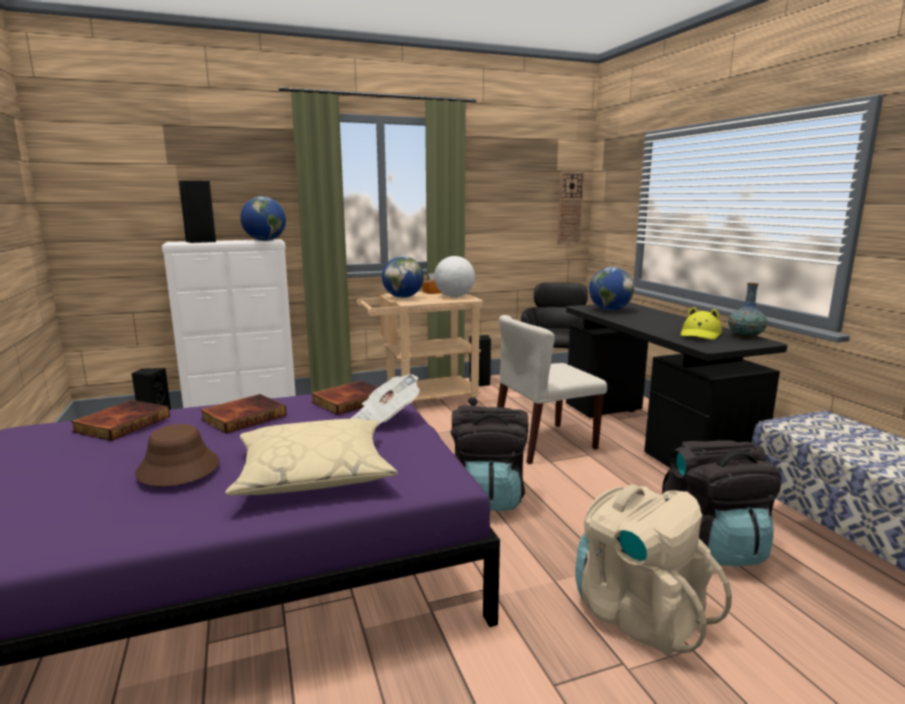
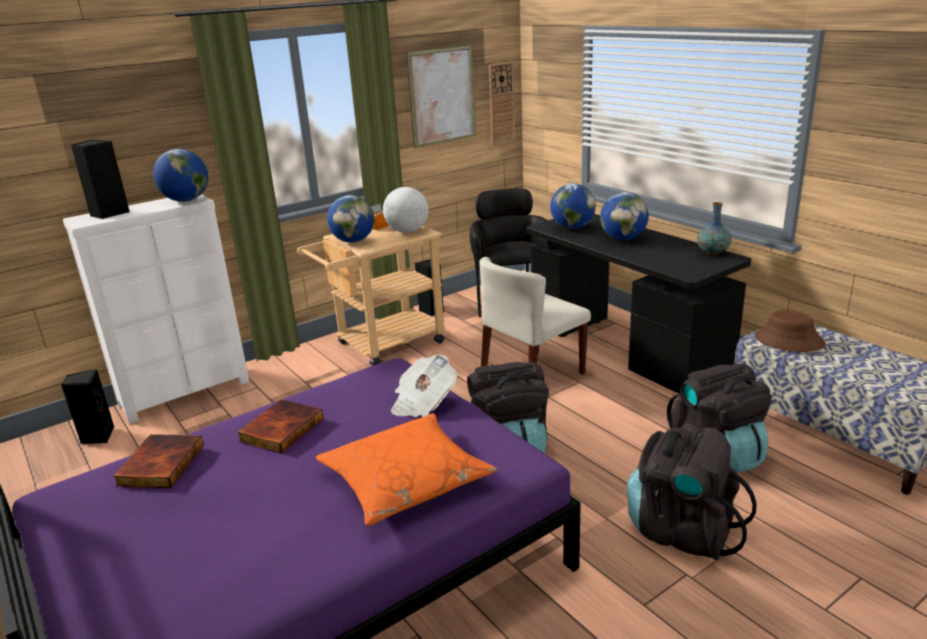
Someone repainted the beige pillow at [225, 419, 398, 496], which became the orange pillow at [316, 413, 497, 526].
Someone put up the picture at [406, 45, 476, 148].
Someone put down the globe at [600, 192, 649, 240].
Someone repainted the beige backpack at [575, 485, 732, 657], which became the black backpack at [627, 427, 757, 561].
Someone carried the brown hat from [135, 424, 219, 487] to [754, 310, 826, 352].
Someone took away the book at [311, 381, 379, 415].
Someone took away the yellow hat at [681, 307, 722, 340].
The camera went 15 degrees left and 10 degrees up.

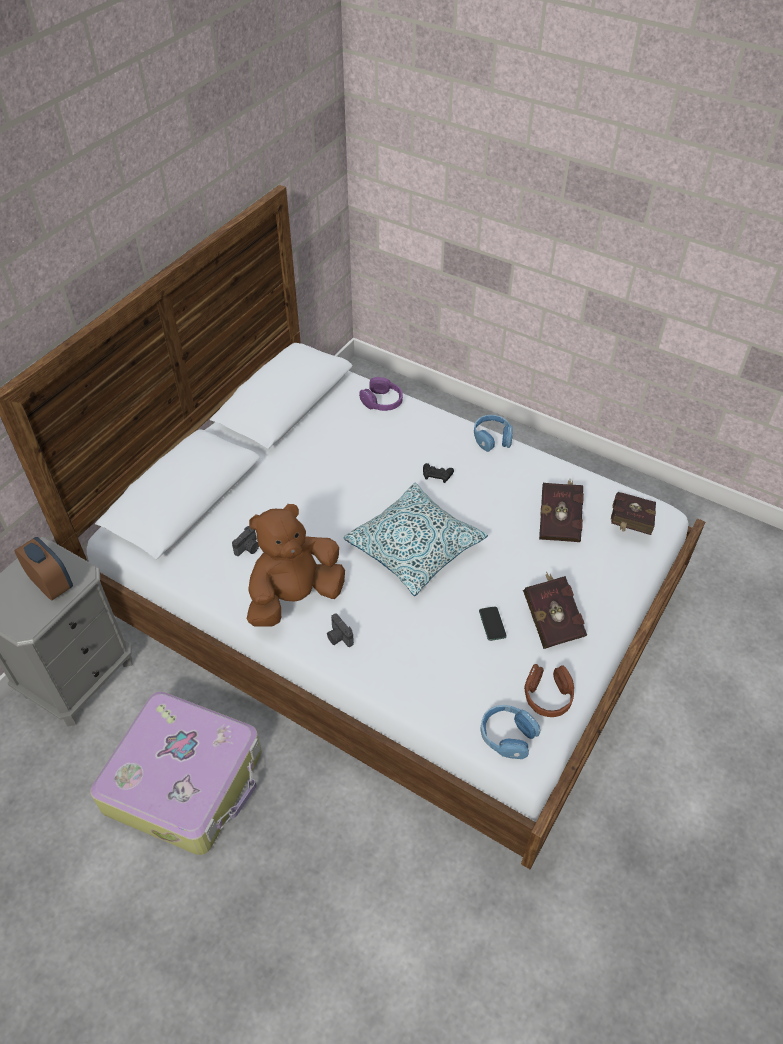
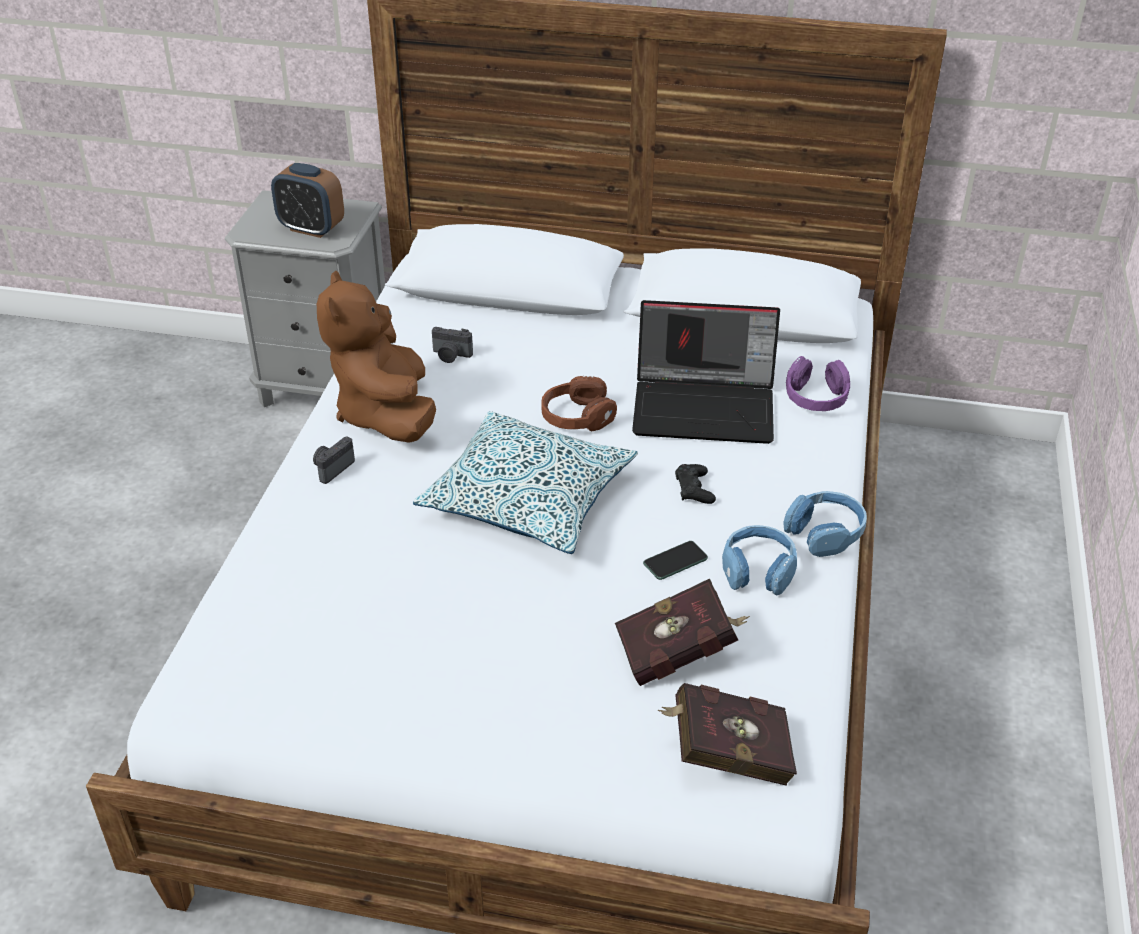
Someone rotated the alarm clock at [14, 537, 73, 600] by 90 degrees clockwise.
Someone rotated the brown plush toy at [247, 504, 345, 627] by 135 degrees counterclockwise.
Someone carried the brown headphones from [524, 664, 574, 717] to [541, 376, 617, 432].
Someone put down the laptop at [632, 300, 780, 444].
Someone carried the phone from [479, 606, 507, 641] to [643, 541, 708, 580].
Someone carried the blue headphones from [481, 705, 540, 759] to [722, 525, 797, 595].
Someone took away the suitcase at [90, 691, 262, 855].
Someone took away the red book at [523, 572, 587, 649].
The camera went 70 degrees right and 10 degrees down.

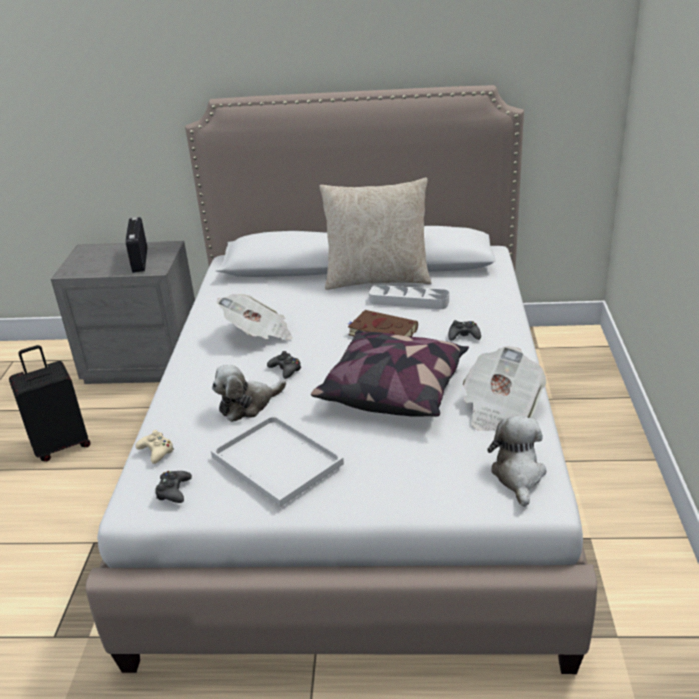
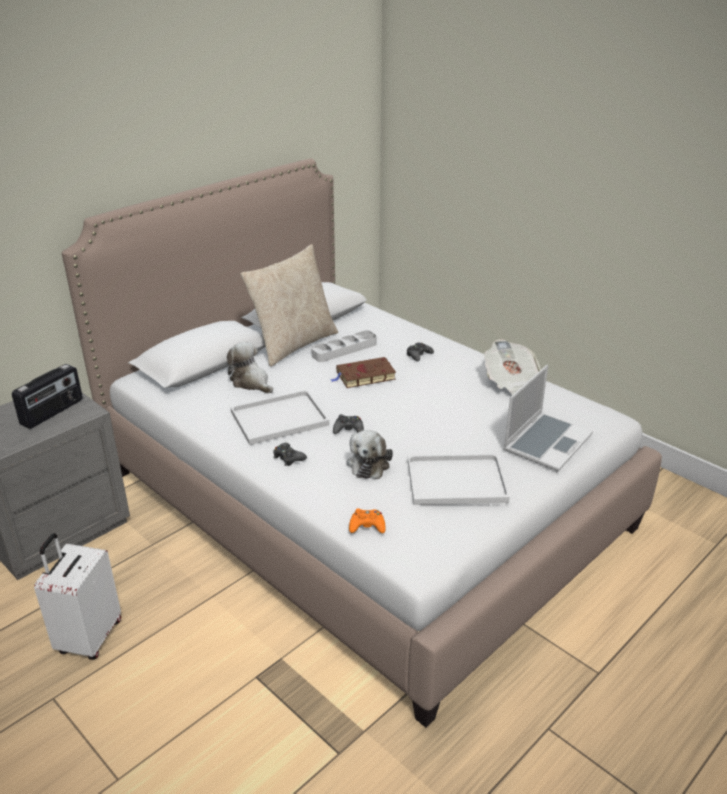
Someone rotated the radio at [125, 217, 147, 273] by 90 degrees counterclockwise.
Someone repainted the black suitcase at [9, 345, 91, 461], which became the white suitcase at [34, 533, 121, 660].
Someone carried the plush toy from [487, 416, 546, 507] to [227, 342, 273, 393].
Someone swapped the newspaper at [217, 294, 292, 339] for the white tray at [231, 390, 329, 445].
Someone carried the black game controller from [155, 471, 192, 503] to [273, 443, 307, 466].
Someone repainted the beige game controller at [135, 430, 174, 464], which became the orange game controller at [349, 508, 386, 533].
Someone put down the laptop at [504, 365, 593, 472].
Someone took away the pillow at [311, 330, 469, 417].
The camera went 50 degrees left and 0 degrees up.

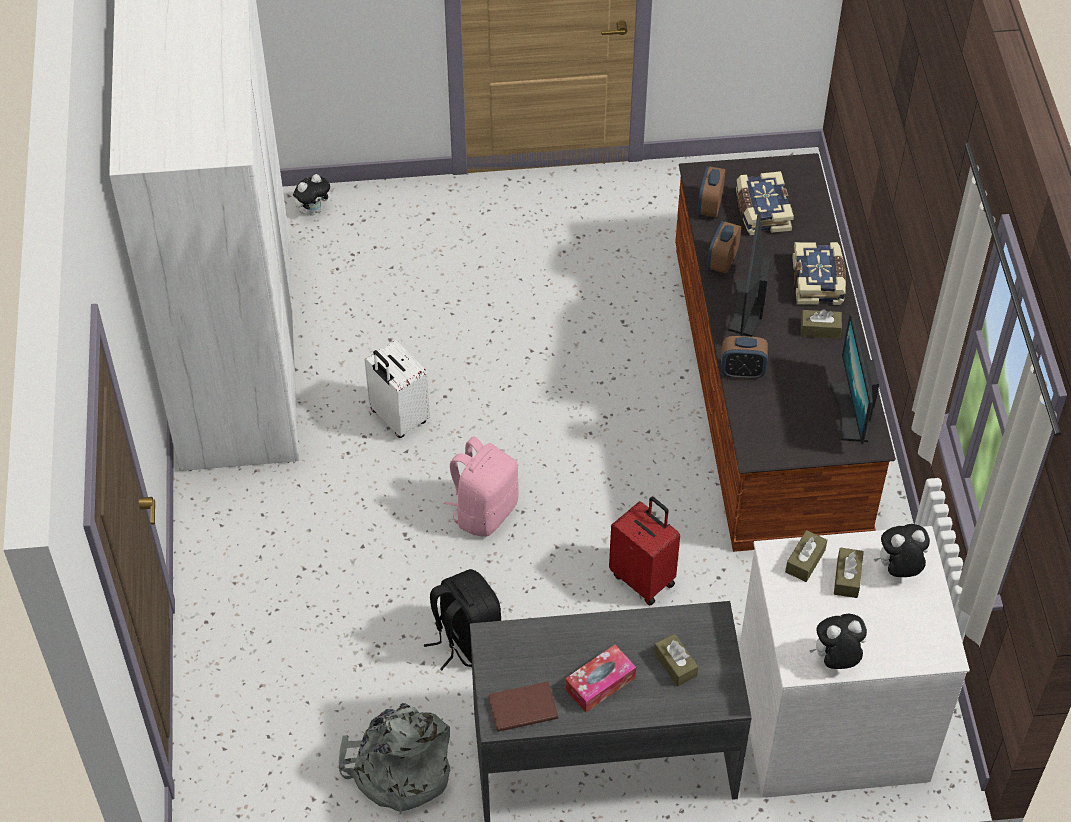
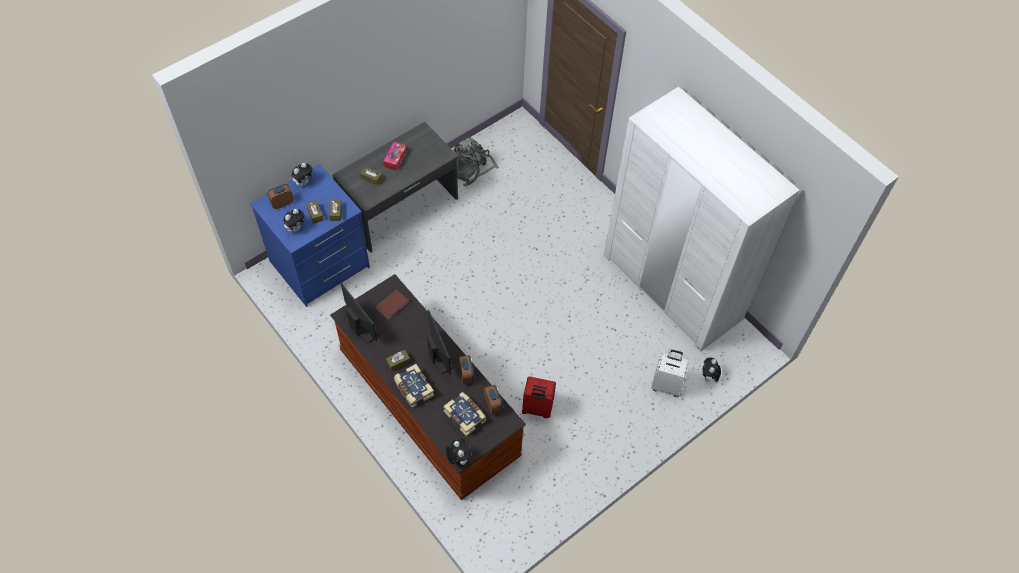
Someone repainted the white dresser at [739, 526, 970, 798], which became the blue dresser at [250, 164, 370, 307].
Someone carried the alarm clock from [721, 336, 768, 379] to [267, 184, 294, 209].
Someone carried the brown book from [488, 681, 558, 732] to [376, 290, 409, 319].
Someone put down the plush toy at [446, 438, 471, 465].
Someone carried the red suitcase from [609, 497, 680, 605] to [522, 376, 556, 418].
Someone carried the white suitcase from [364, 340, 430, 438] to [651, 350, 689, 397].
Someone took away the black backpack at [424, 569, 501, 670].
Someone took away the pink backpack at [444, 436, 519, 537].
The camera went 145 degrees right and 5 degrees up.

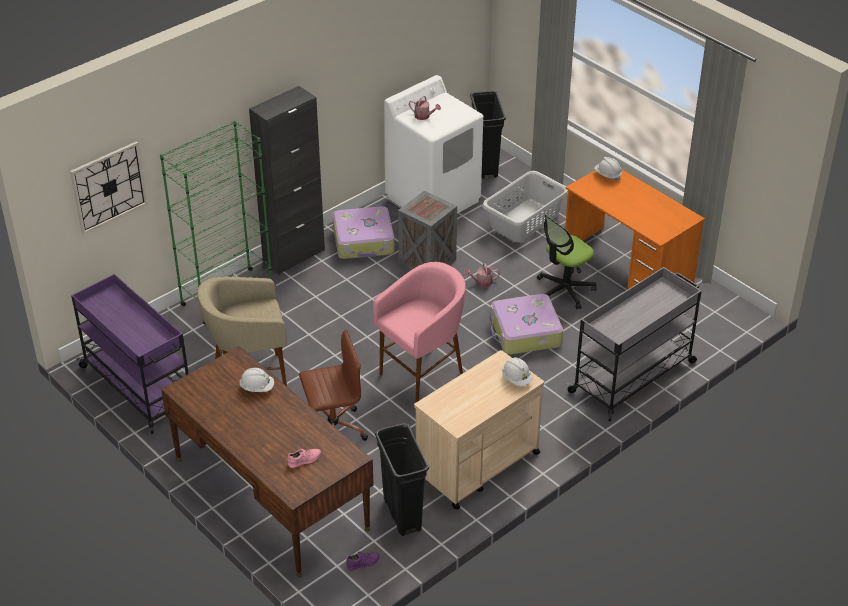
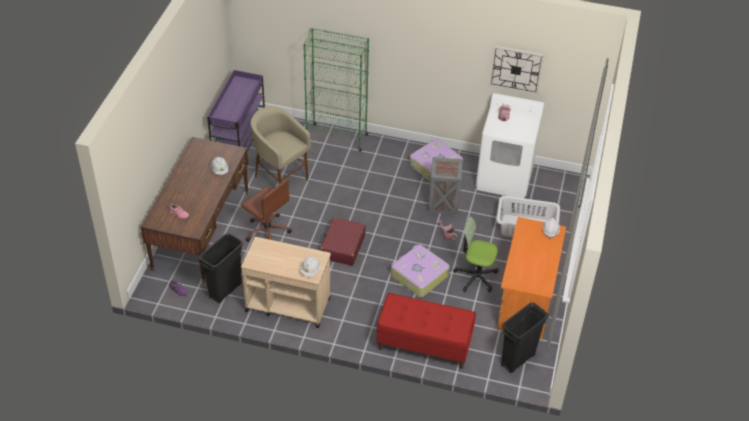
Someone swapped the pink stool at [373, 262, 465, 403] for the red suitcase at [320, 218, 366, 266].
Someone swapped the grey cart at [566, 267, 701, 421] for the red bench at [376, 293, 476, 369].
Someone carried the wall clock from [70, 141, 148, 235] to [489, 46, 544, 95].
Someone carried the black trash can from [470, 91, 506, 179] to [501, 302, 549, 373].
Someone took away the black cabinet at [249, 86, 325, 275].
The camera went 55 degrees right and 5 degrees up.

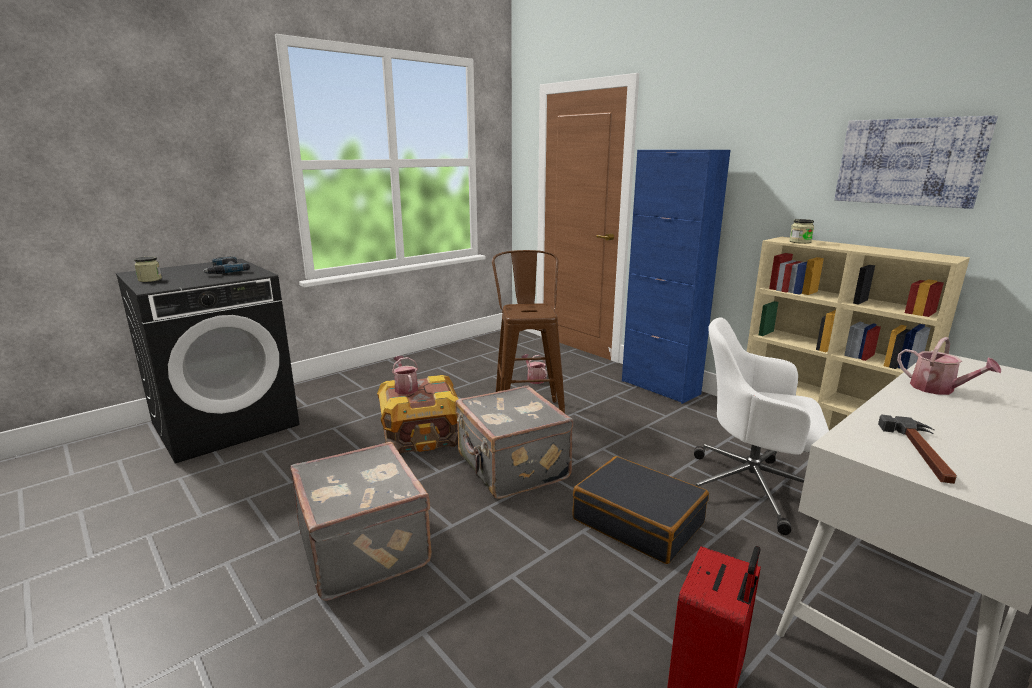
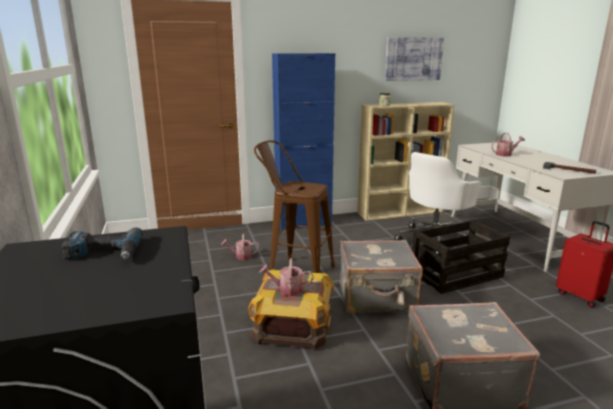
Someone swapped the black suitcase at [572, 456, 709, 564] for the crate at [412, 220, 510, 294].
Someone took away the jar at [134, 257, 162, 282].
The camera went 65 degrees left and 0 degrees up.

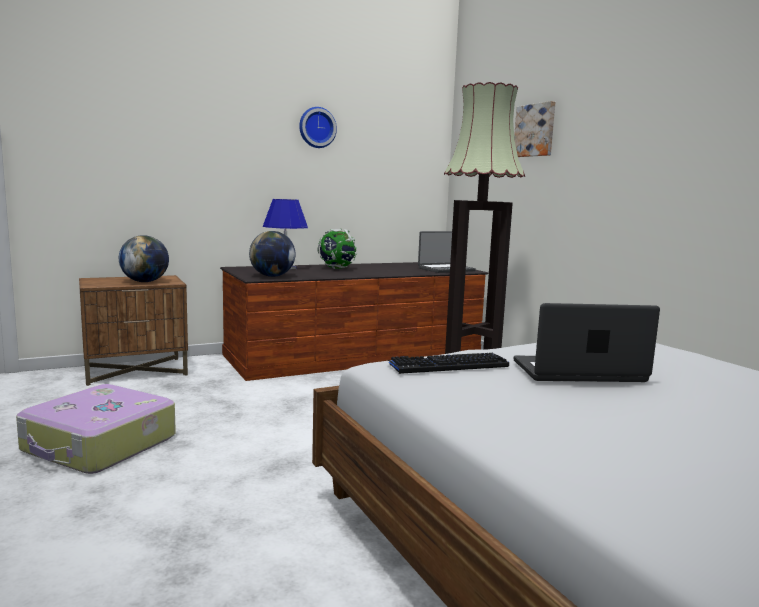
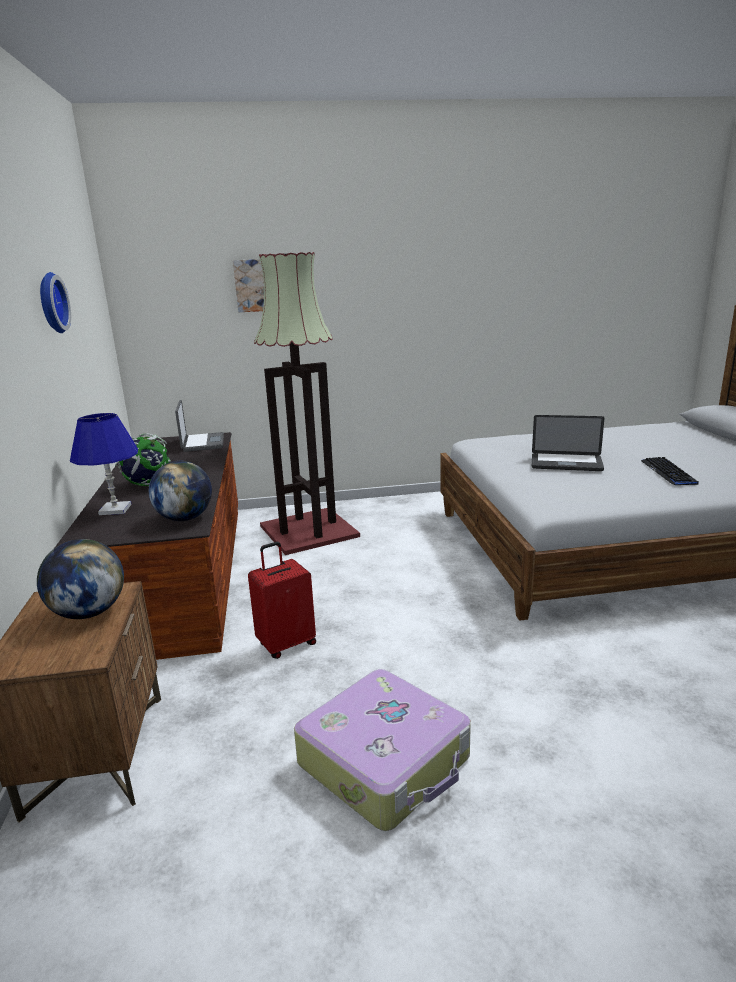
Someone put down the red suitcase at [248, 542, 316, 659].
Someone rotated the laptop at [514, 303, 660, 382] by 90 degrees counterclockwise.
Someone carried the keyboard from [386, 353, 509, 374] to [641, 457, 699, 485].
The camera went 70 degrees left and 10 degrees up.

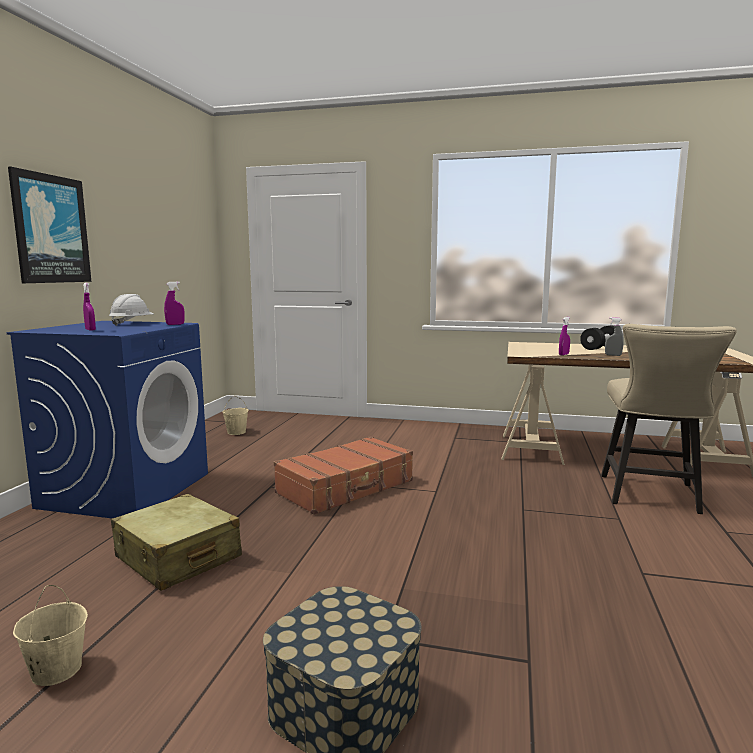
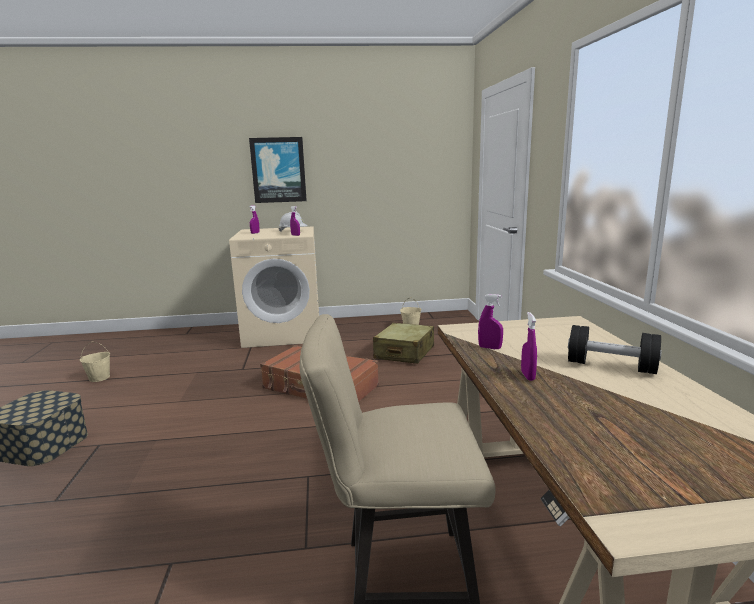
Someone repainted the blue washing machine at [7, 321, 208, 518], which became the beige washing machine at [229, 226, 319, 348].
Someone carried the beige suitcase from [111, 494, 242, 591] to [373, 323, 434, 364].
Someone repainted the grey spray bottle at [605, 317, 624, 356], which became the purple spray bottle at [521, 312, 537, 381].
The camera went 70 degrees right and 5 degrees up.

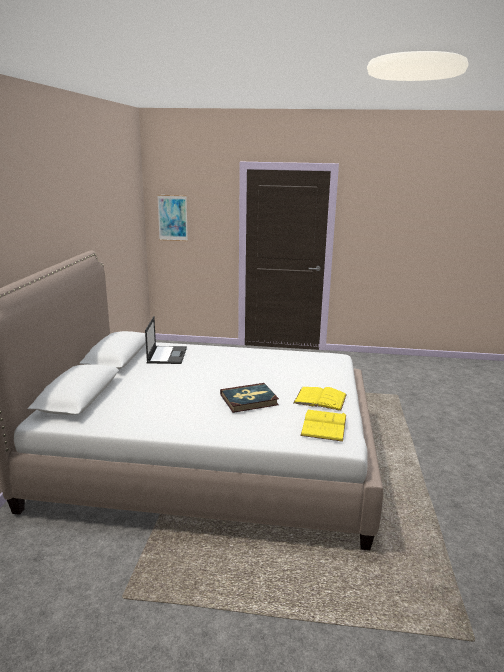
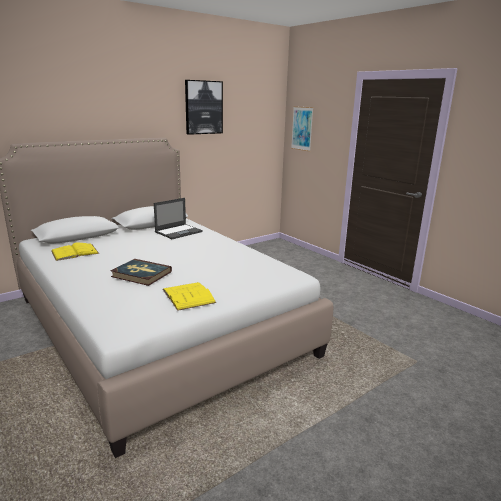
Someone carried the yellow book from [300, 410, 346, 442] to [51, 243, 99, 261].
Someone put up the picture at [185, 80, 223, 135].
The camera went 45 degrees right and 0 degrees up.

